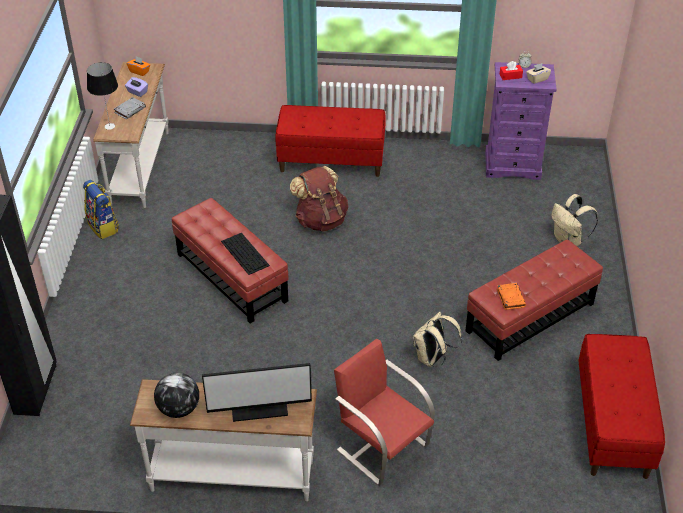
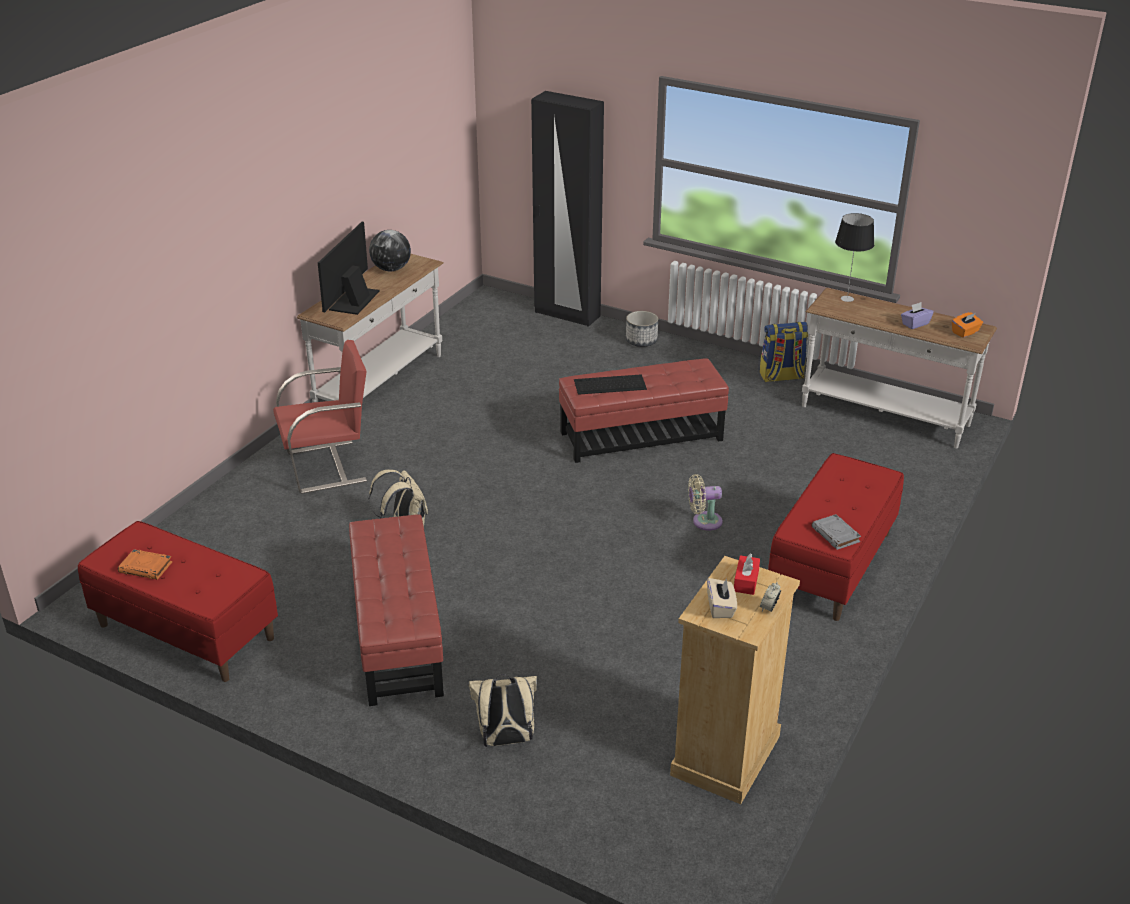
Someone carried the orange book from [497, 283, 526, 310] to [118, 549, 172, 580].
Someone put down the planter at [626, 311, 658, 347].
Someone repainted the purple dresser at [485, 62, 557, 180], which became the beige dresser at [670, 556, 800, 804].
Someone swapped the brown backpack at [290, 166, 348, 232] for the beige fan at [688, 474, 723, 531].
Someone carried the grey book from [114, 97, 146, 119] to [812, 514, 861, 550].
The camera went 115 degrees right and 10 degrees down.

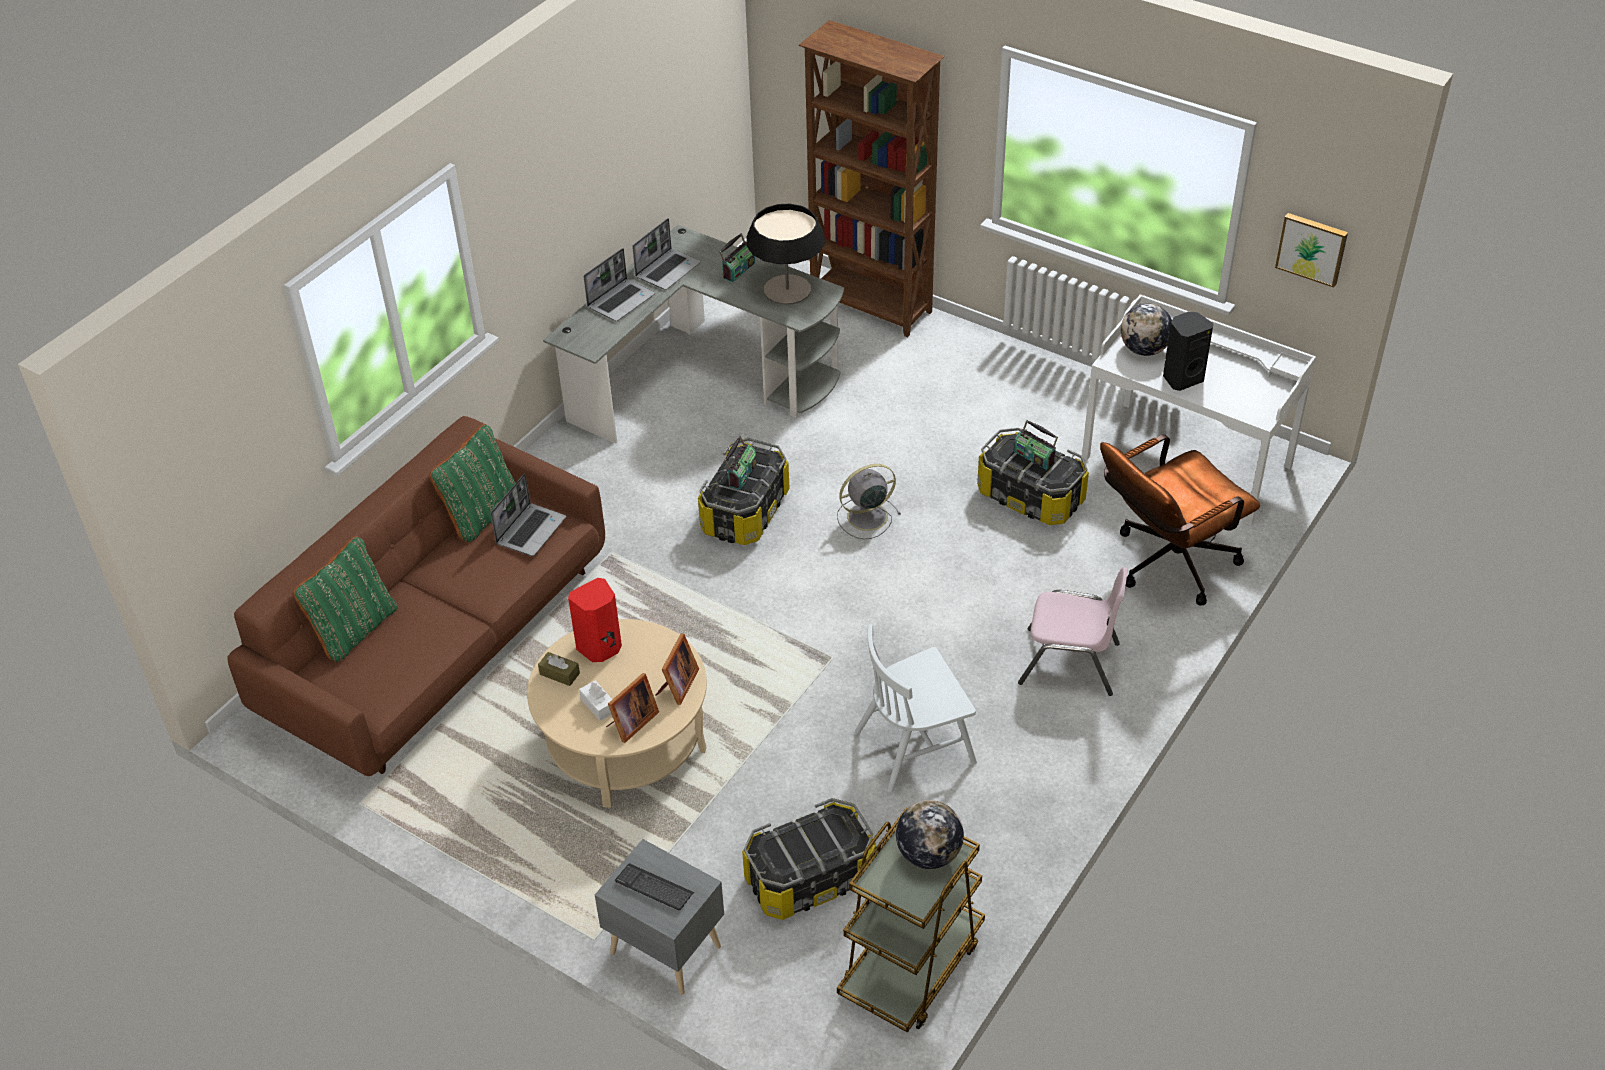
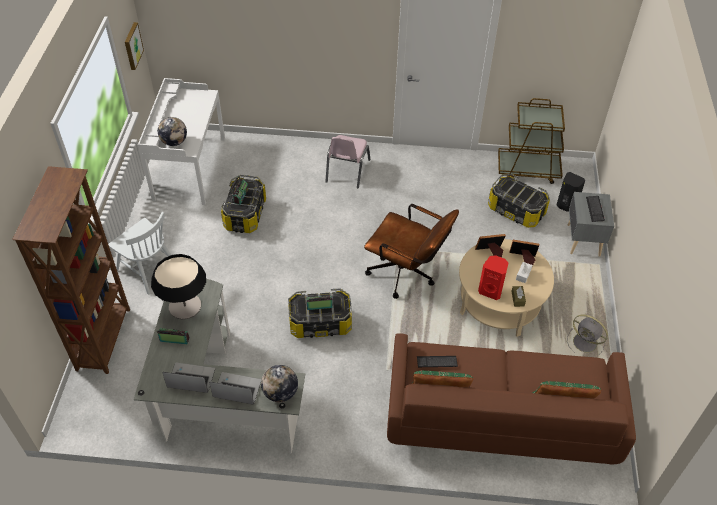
Someone carried the white chair from [854, 624, 977, 793] to [108, 212, 171, 294].
Someone carried the globe from [896, 800, 964, 869] to [261, 365, 298, 402].
Someone rotated the pink chair at [1018, 567, 1128, 696] by 150 degrees counterclockwise.
Someone carried the brown office chair from [1100, 434, 1260, 606] to [364, 204, 459, 299].
Someone swapped the laptop at [491, 473, 566, 556] for the keyboard at [417, 356, 458, 367].
Someone carried the black speaker from [1163, 312, 1213, 391] to [556, 172, 585, 212].
Someone carried the grey fan from [837, 464, 901, 539] to [567, 314, 608, 354].
The camera went 120 degrees left and 5 degrees up.

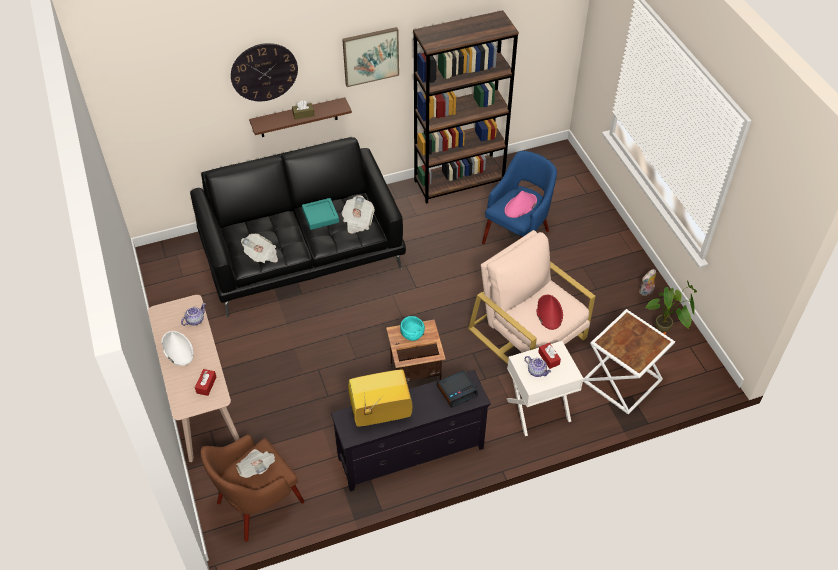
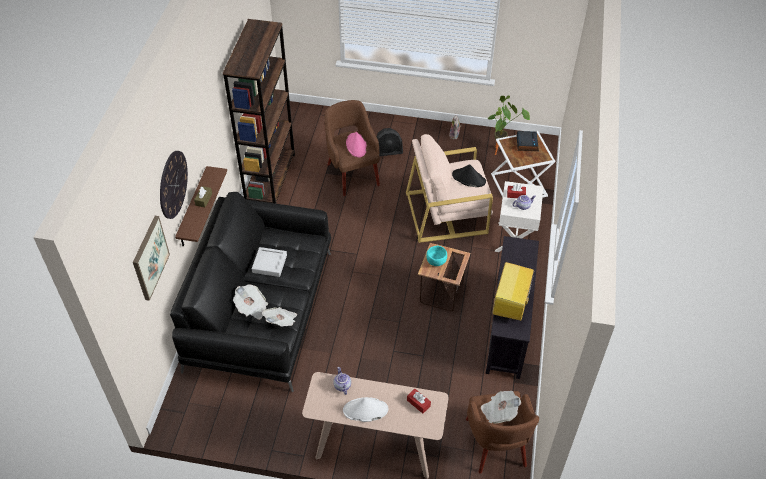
Someone carried the picture from [342, 27, 399, 87] to [133, 216, 170, 301].
Someone carried the newspaper from [342, 195, 375, 234] to [233, 285, 268, 320].
Someone repainted the turquoise tray at [302, 198, 339, 230], which became the grey tray at [252, 247, 287, 277].
Someone repainted the blue armchair at [482, 151, 557, 244], which became the brown armchair at [325, 100, 380, 196].
Someone put down the black fan at [377, 128, 403, 156].
Someone repainted the red hat at [537, 295, 563, 330], which became the black hat at [452, 164, 486, 187].
Someone carried the alarm clock from [437, 370, 478, 408] to [517, 131, 539, 151].
The camera went 60 degrees left and 0 degrees up.

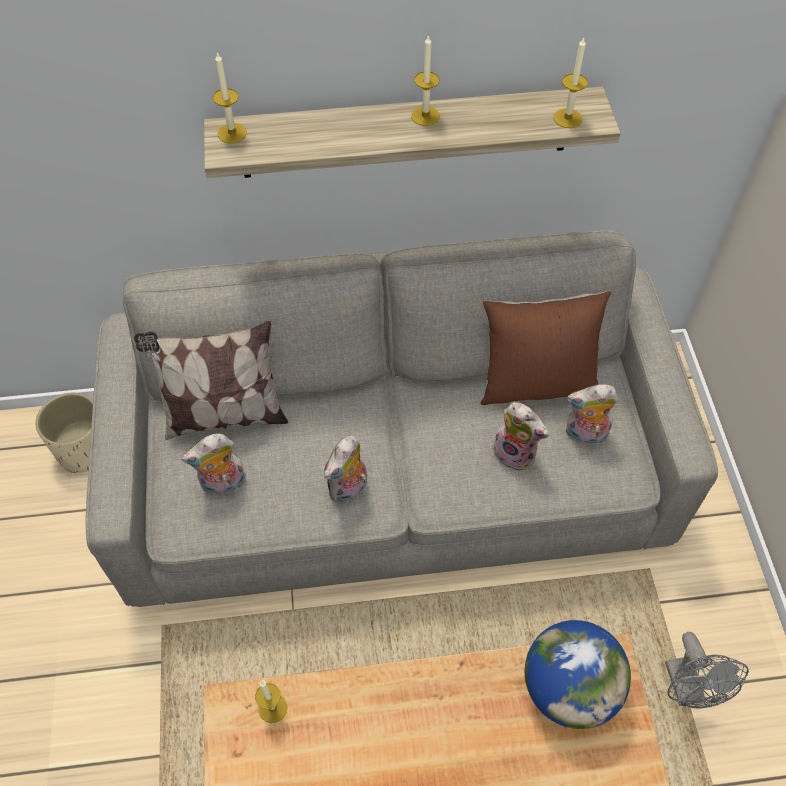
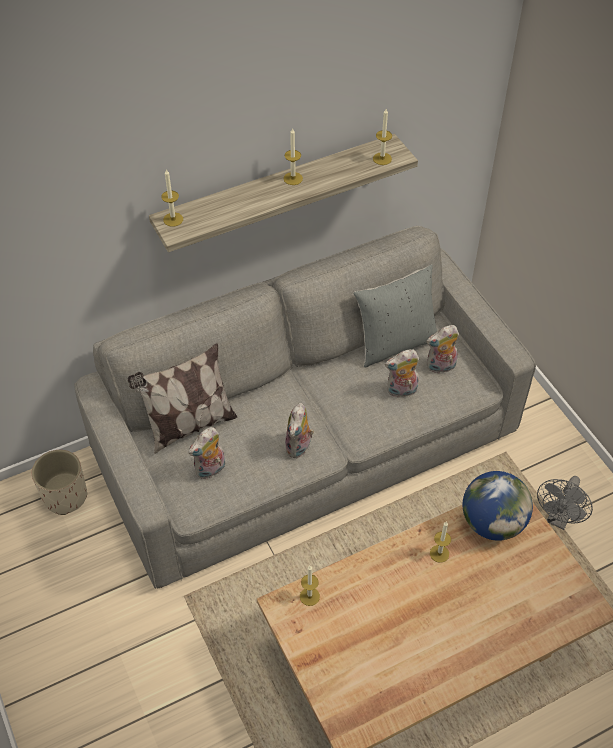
Someone repainted the brown pillow at [480, 291, 611, 405], which became the grey pillow at [353, 264, 437, 368].
Someone rotated the plush toy at [493, 402, 549, 472] by 150 degrees clockwise.
Someone put down the candle at [430, 521, 451, 563].
Someone rotated the grey fan at [665, 632, 749, 708] by 60 degrees clockwise.
The camera went 20 degrees left and 5 degrees down.

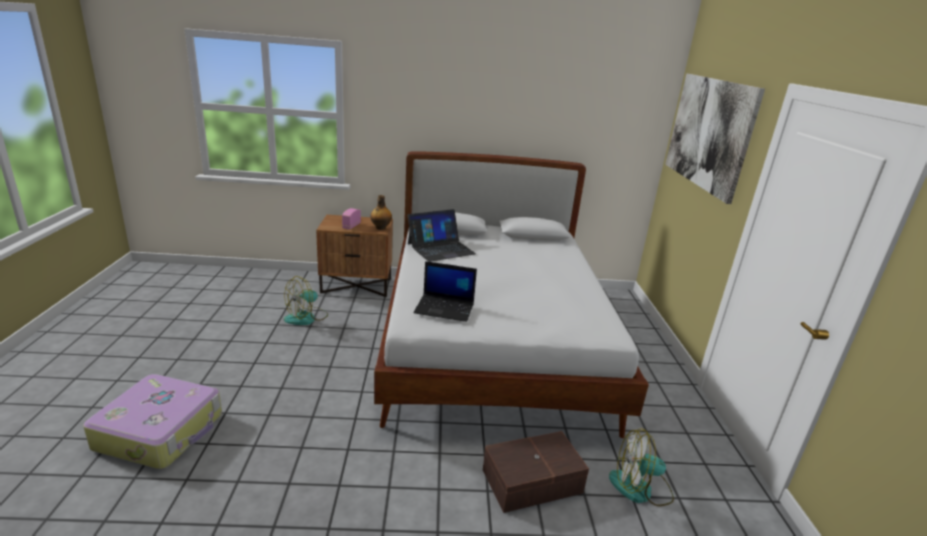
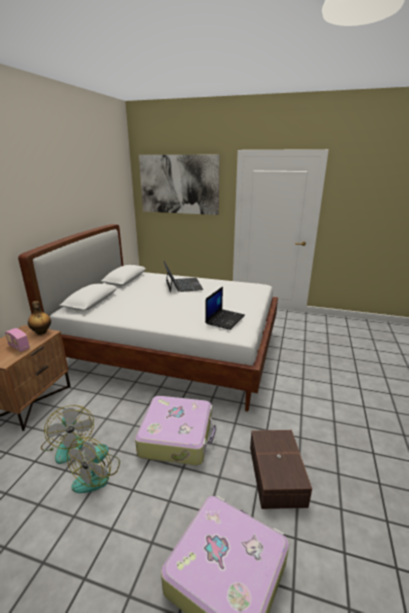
Someone carried the fan from [609, 429, 674, 506] to [67, 437, 120, 493].
Someone put down the suitcase at [135, 396, 216, 465].
Someone carried the laptop from [407, 209, 476, 262] to [163, 261, 203, 292].
Someone carried the brown storage box from [483, 431, 589, 513] to [250, 430, 312, 509].
The camera went 70 degrees left and 0 degrees up.

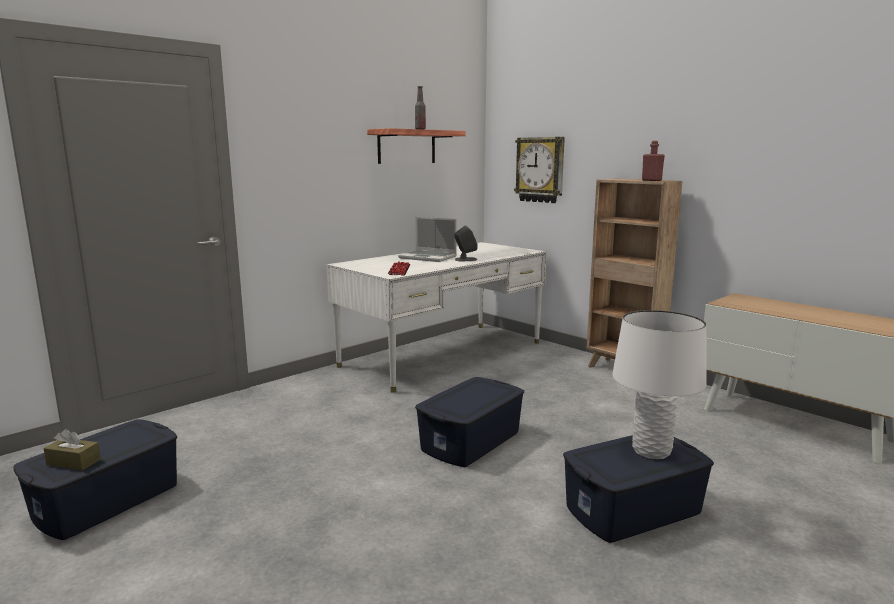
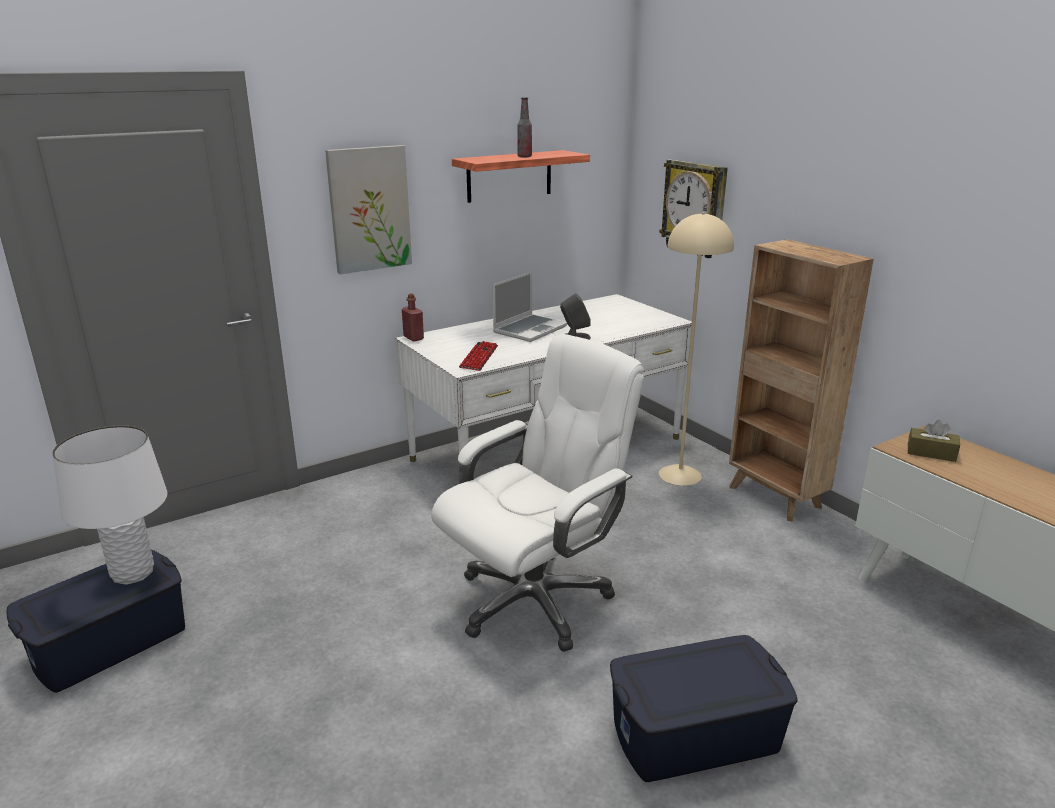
Someone carried the white table lamp from [612, 310, 707, 459] to [52, 426, 168, 585].
Someone put up the picture at [325, 145, 412, 274].
Someone carried the red bottle from [642, 141, 665, 181] to [402, 293, 424, 341].
Someone swapped the blue storage box at [415, 377, 524, 467] for the white office chair at [431, 334, 644, 652].
Someone rotated the laptop at [398, 217, 457, 262] by 90 degrees counterclockwise.
Someone put down the beige floor lamp at [659, 212, 734, 486].
Someone carried the brown tissue box from [43, 429, 101, 471] to [908, 420, 960, 462].
The camera went 10 degrees right and 10 degrees up.

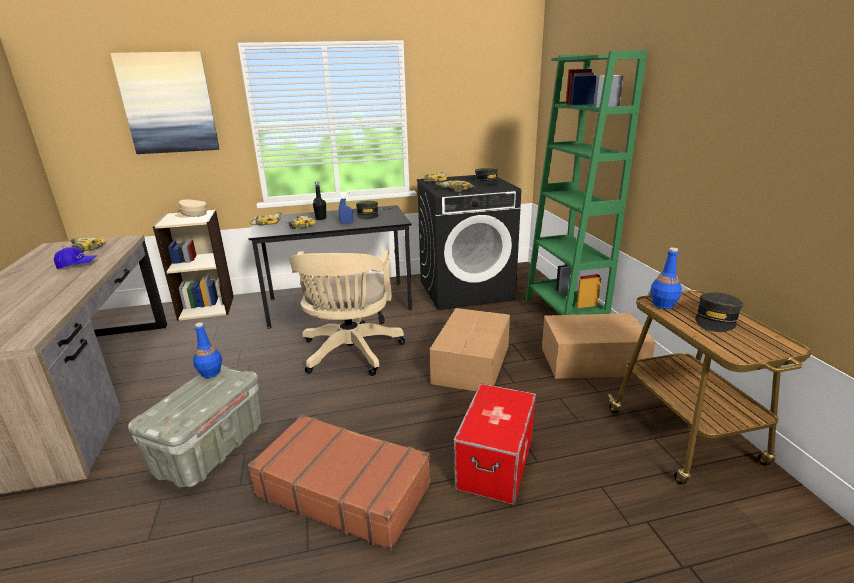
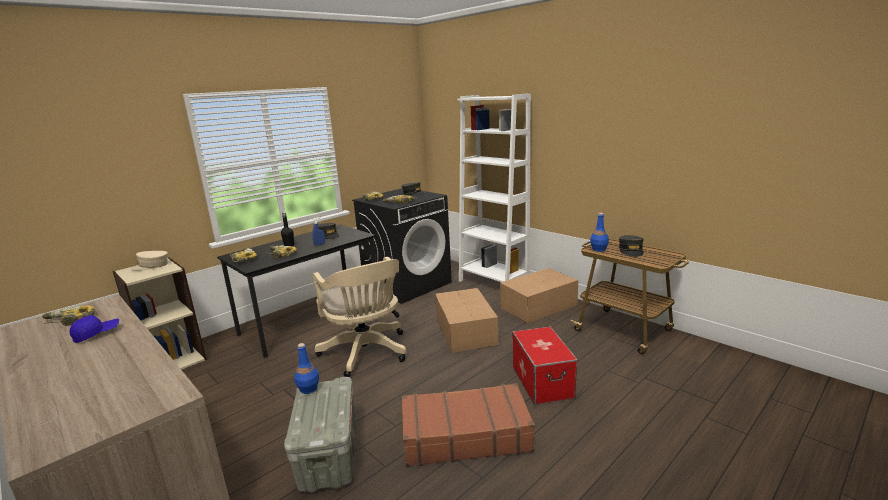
Someone repainted the green bookcase at [526, 50, 648, 315], which became the white bookcase at [458, 93, 531, 282].
Someone took away the picture at [110, 51, 220, 154].
The camera went 30 degrees left and 5 degrees down.

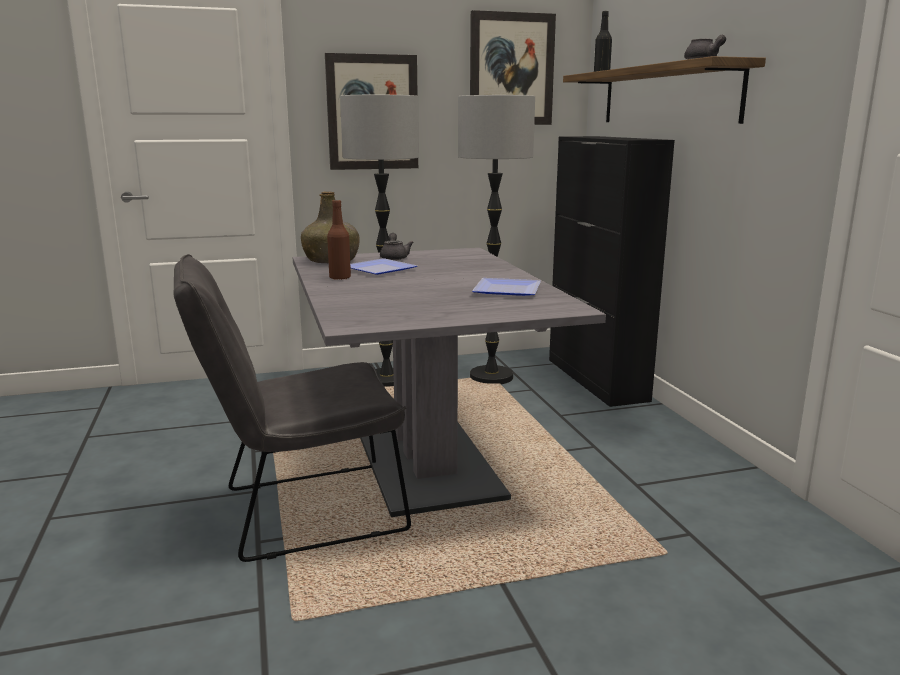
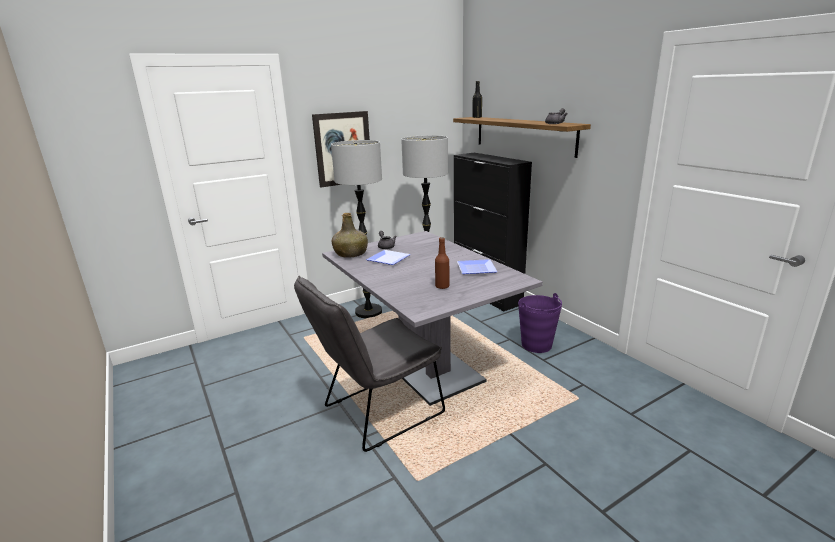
Someone carried the brown bottle from [327, 200, 351, 280] to [435, 237, 450, 289].
Someone put down the purple bucket at [518, 293, 562, 353].
Someone took away the picture at [470, 10, 556, 125].
The camera went 15 degrees left and 5 degrees up.

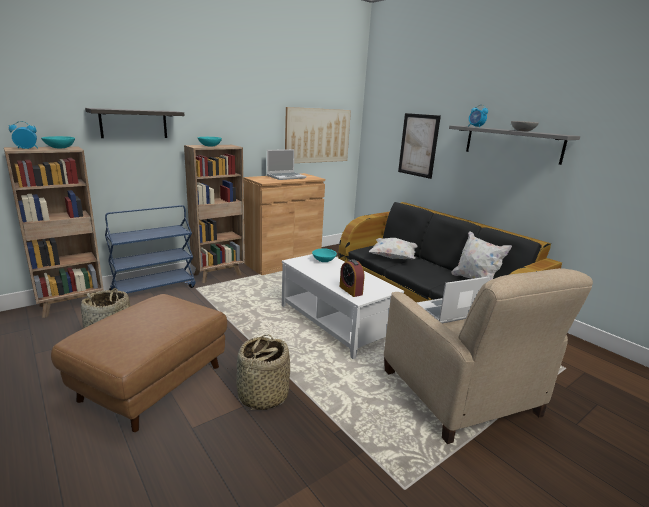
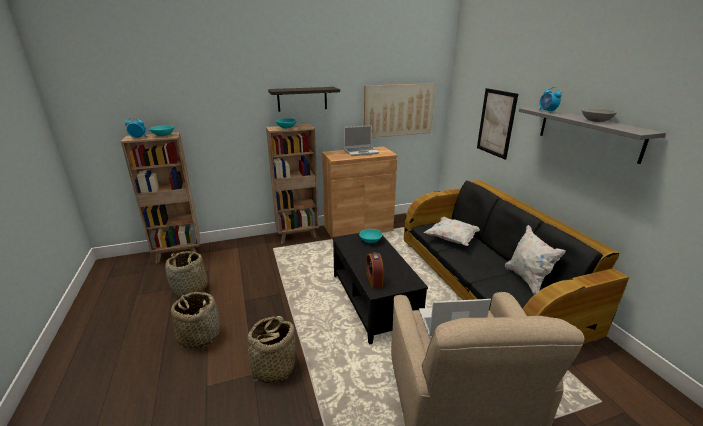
Someone swapped the brown ottoman at [51, 294, 227, 432] for the basket at [171, 292, 220, 349].
Someone carried the shelf from [85, 108, 184, 138] to [268, 87, 340, 112].
Someone repainted the white coffee table at [282, 254, 404, 359], which became the black coffee table at [333, 233, 428, 345].
Someone took away the blue cart at [105, 205, 196, 293].
The camera went 20 degrees right and 5 degrees up.

